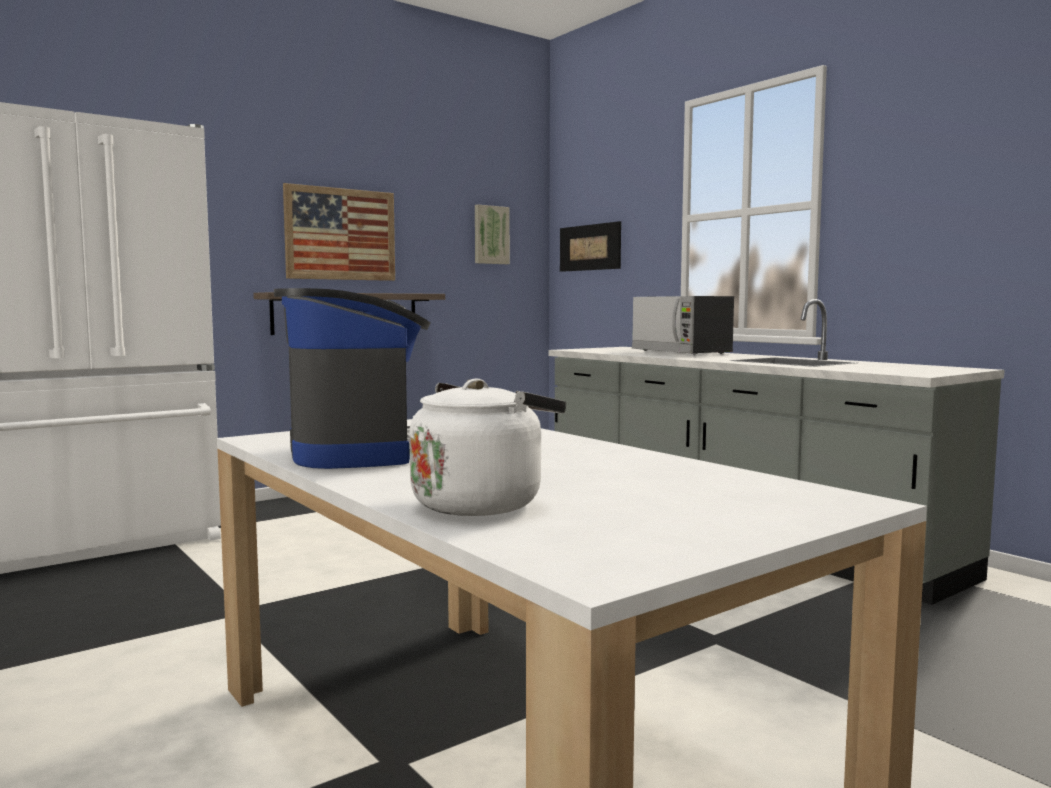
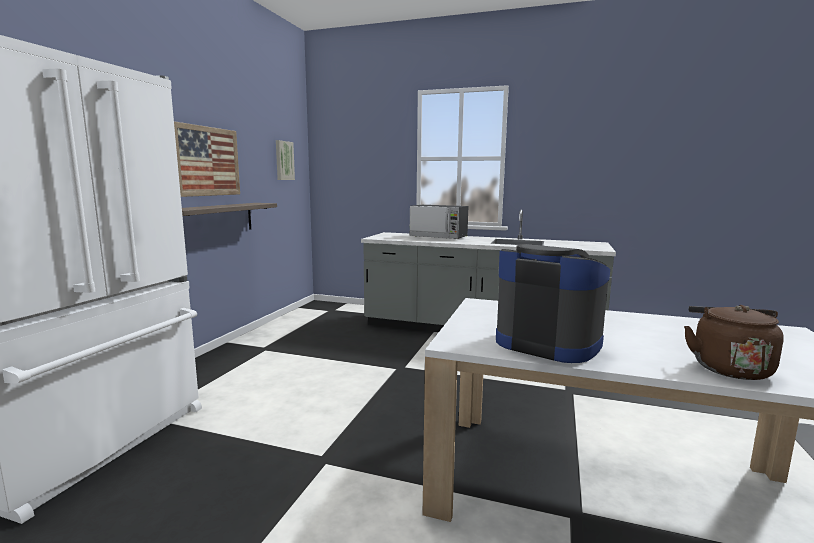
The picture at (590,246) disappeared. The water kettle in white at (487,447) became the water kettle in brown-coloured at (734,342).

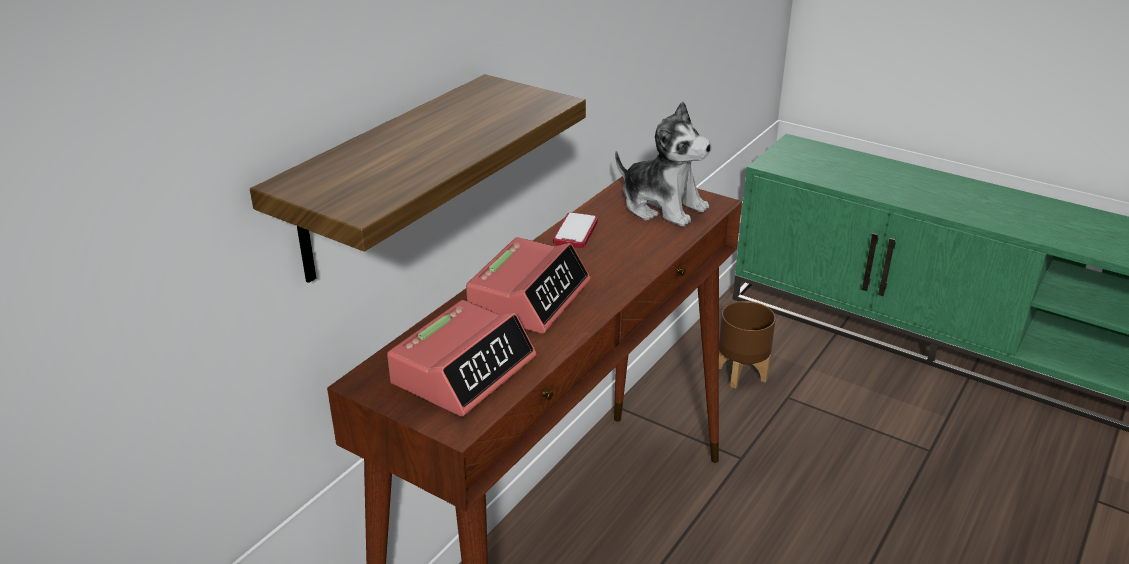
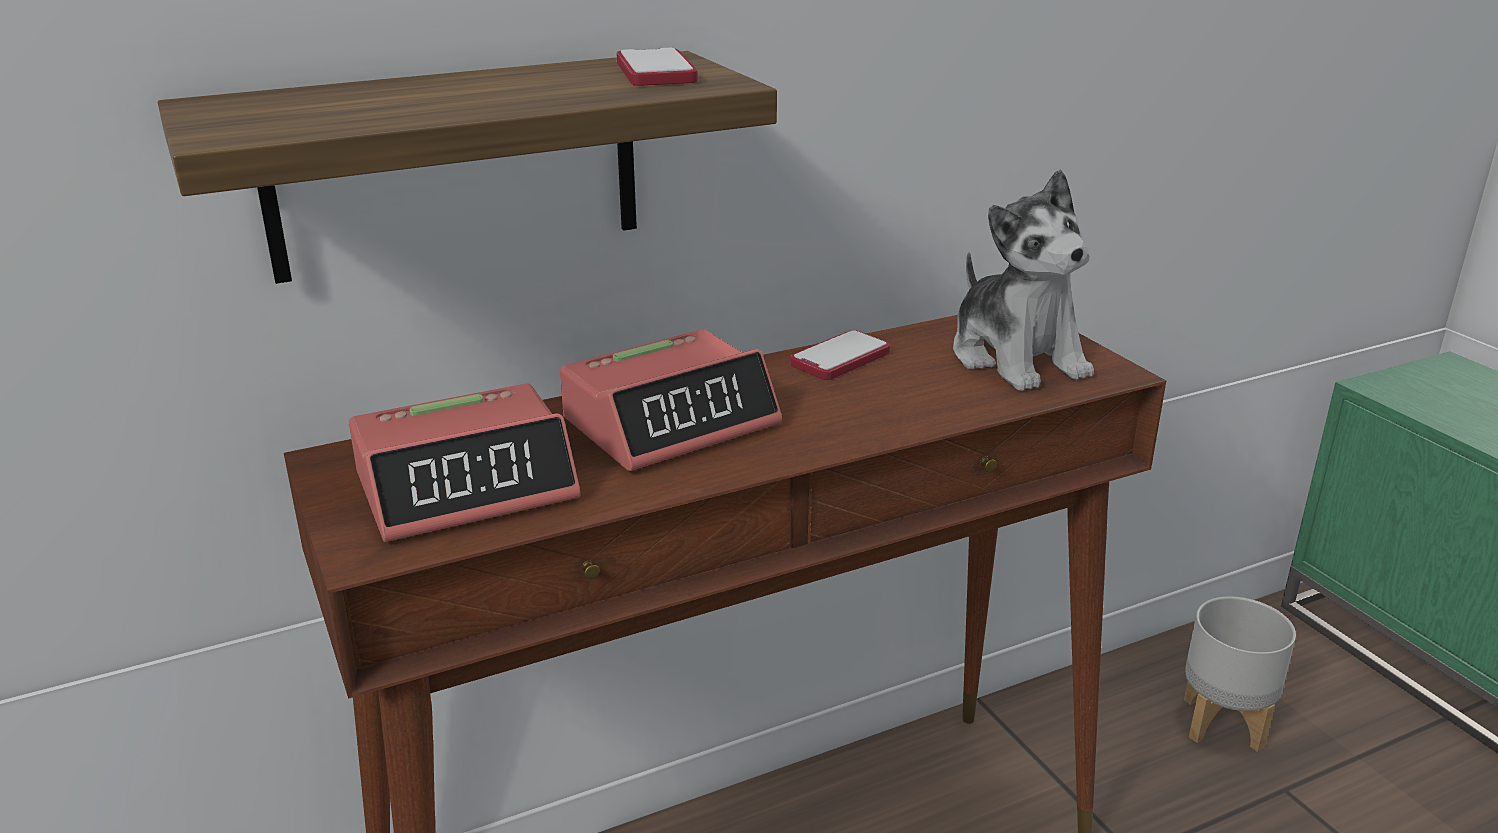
The phone at (657,67) appeared. The flower pot in brown-coloured at (747,345) became the flower pot in grey at (1240,674).

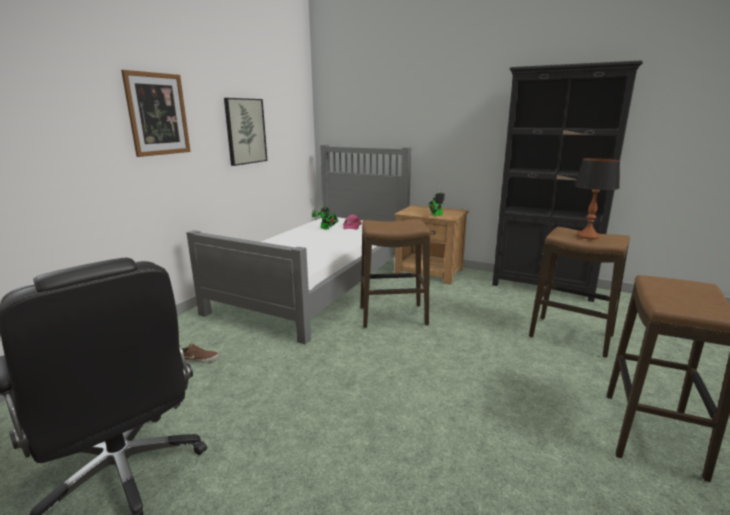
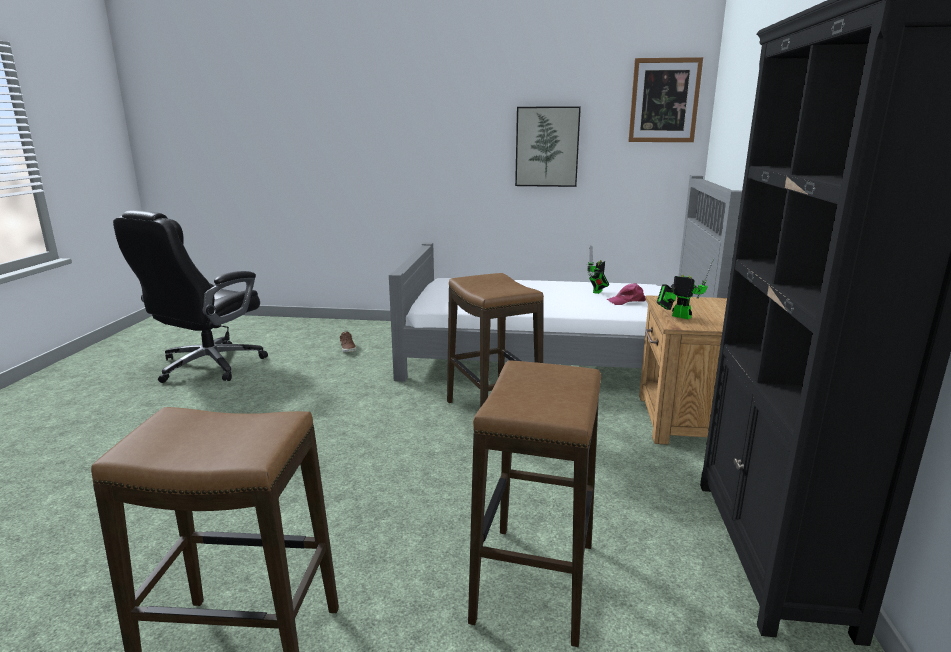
The tabletop lamp at (597,198) disappeared. The picture moved from (156,113) to (665,99).

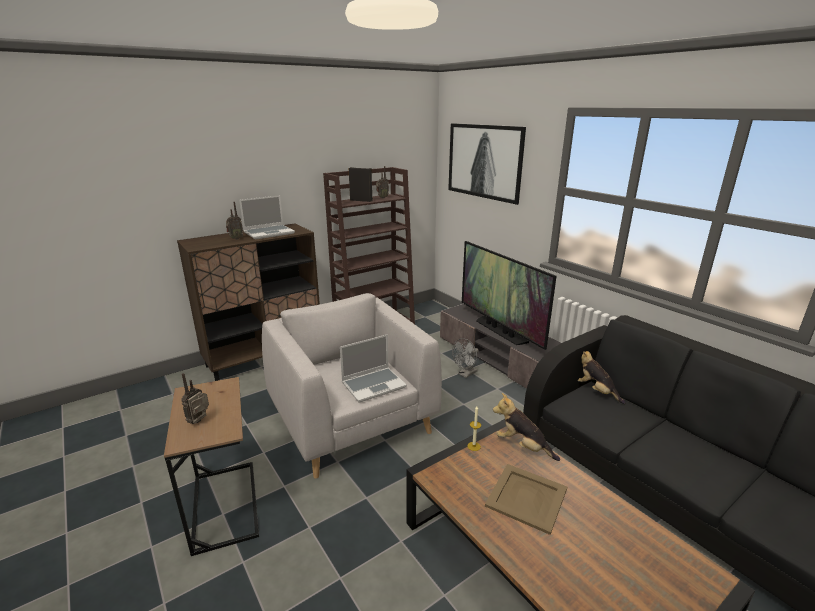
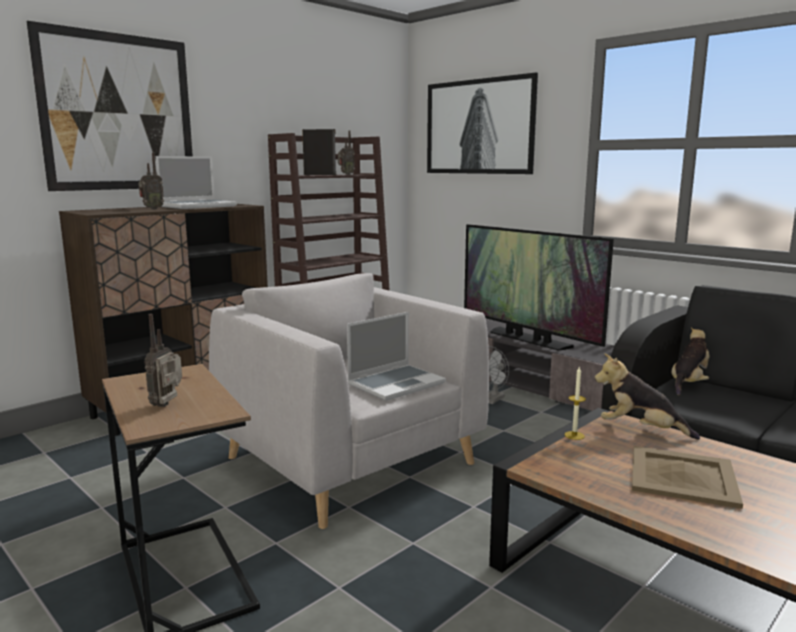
The picture at (110,106) appeared. The cuddly toy at (601,377) turned 90 degrees clockwise.

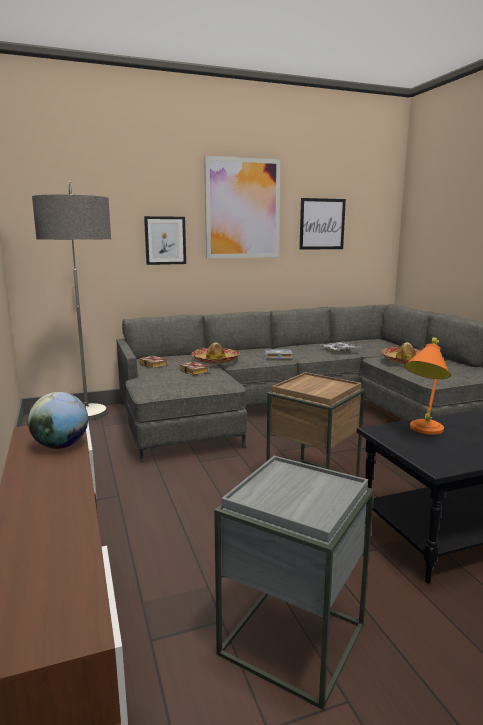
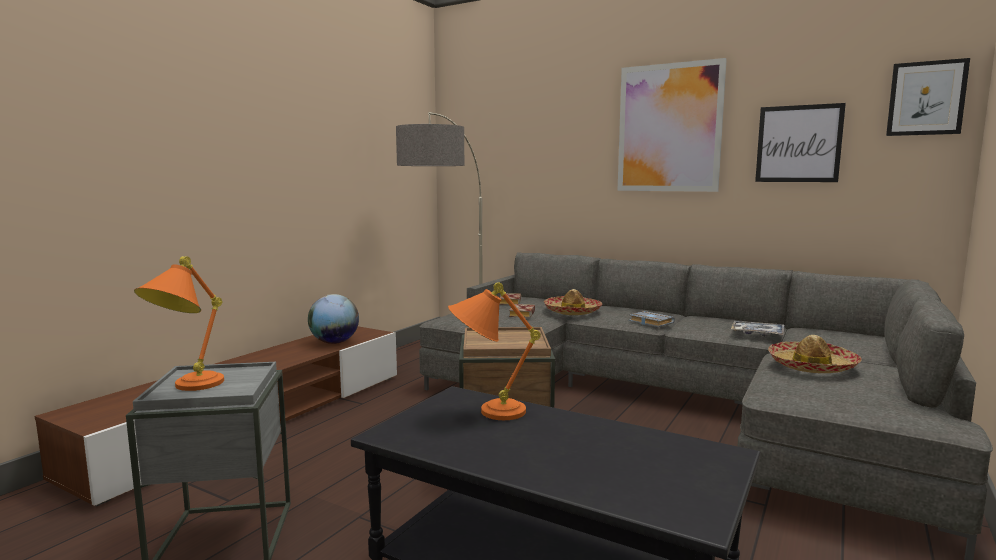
The tabletop lamp in orangey at (179,323) appeared. The picture moved from (165,240) to (928,97).

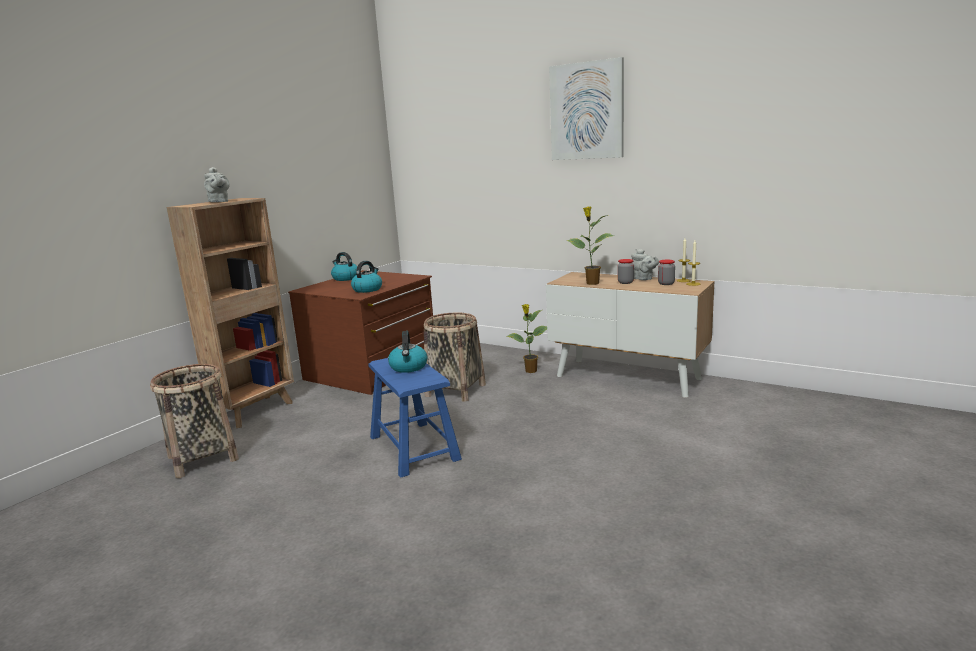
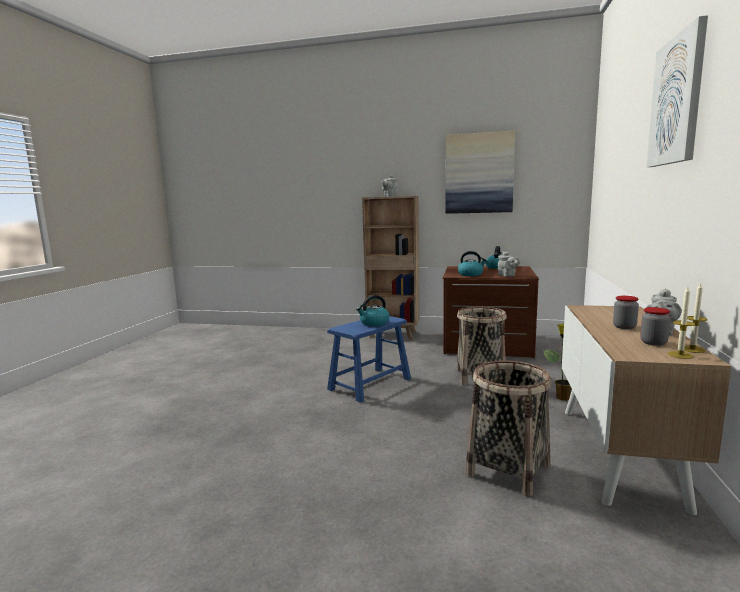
The houseplant at (590,245) disappeared. The picture at (480,172) appeared. The tea pot in grey at (509,264) appeared. The household basket moved from (194,421) to (509,428).

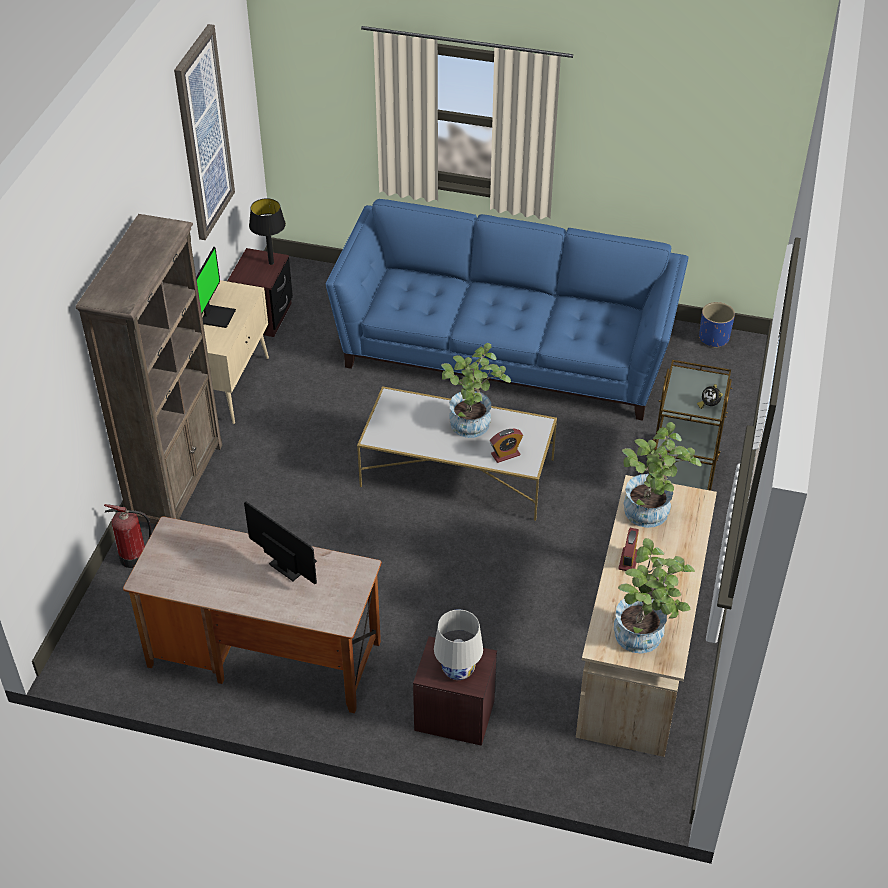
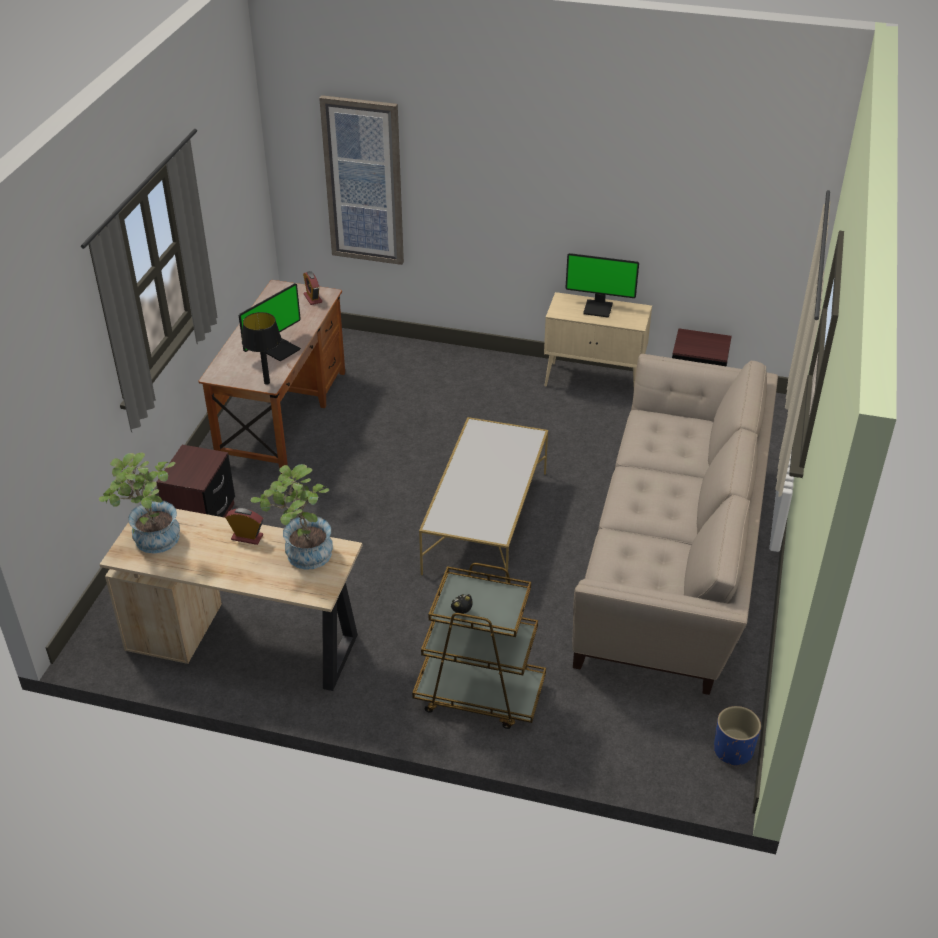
The bookcase in brown-coloured at (149,369) disappeared. The extinguisher at (128,536) disappeared. The tabletop lamp in white at (458,645) disappeared. The houseplant at (476,390) disappeared. The picture moved from (204,132) to (361,180). The tabletop lamp in black moved from (267,231) to (262,348). The alarm clock moved from (506,446) to (312,288). The couch in blue-coloured at (507,310) became the couch in beige-coloured at (675,524).

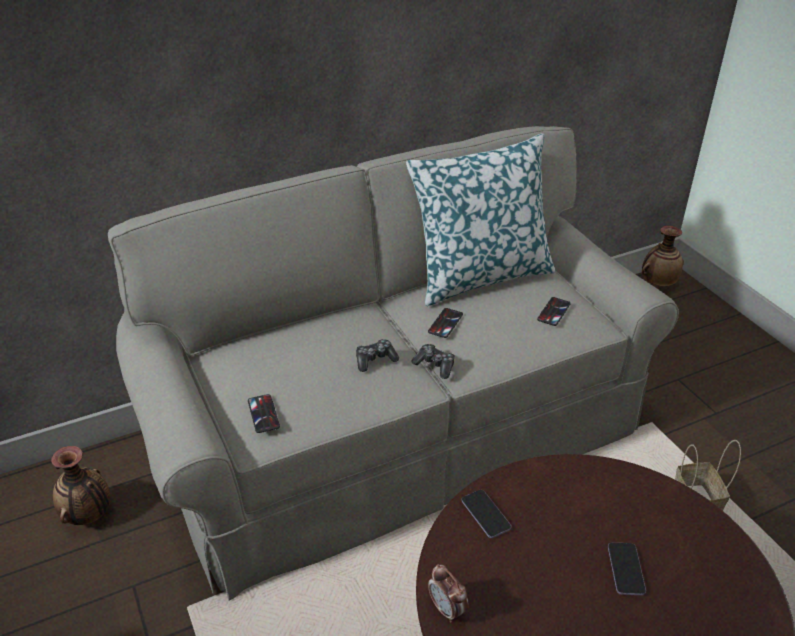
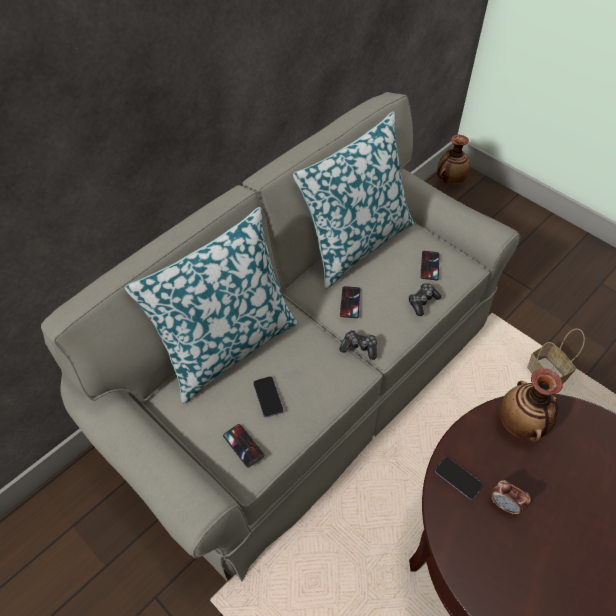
The pillow at (211,305) appeared. The decorative vase moved from (80,485) to (531,405). The joypad moved from (377,355) to (424,299). The alarm clock moved from (448,593) to (511,497). The phone moved from (627,569) to (268,397).

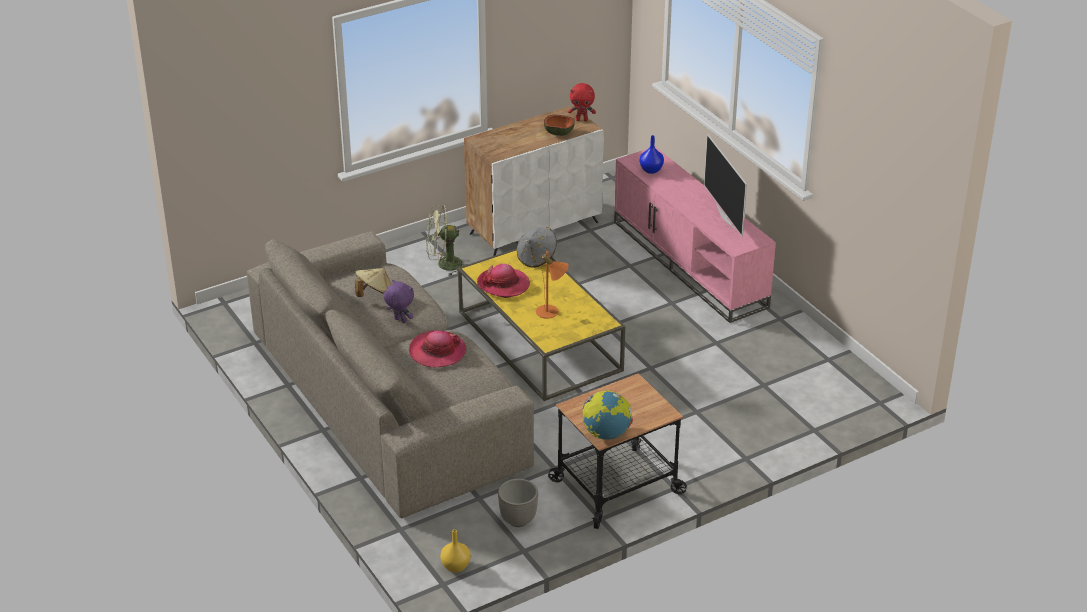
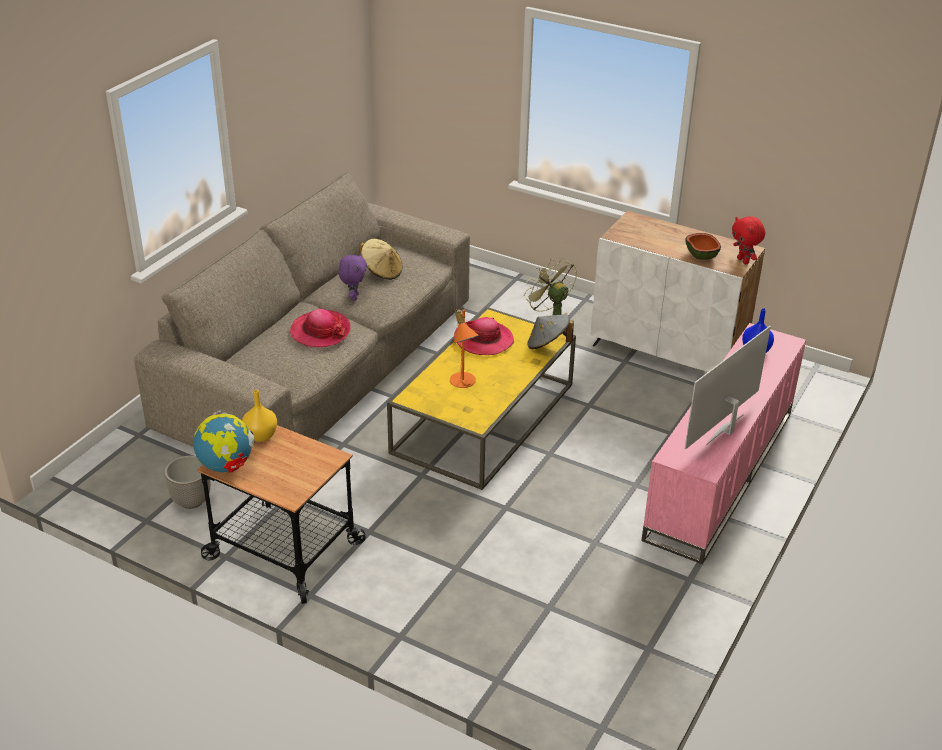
The decorative vase in yellowish moved from (455,550) to (259,416).

